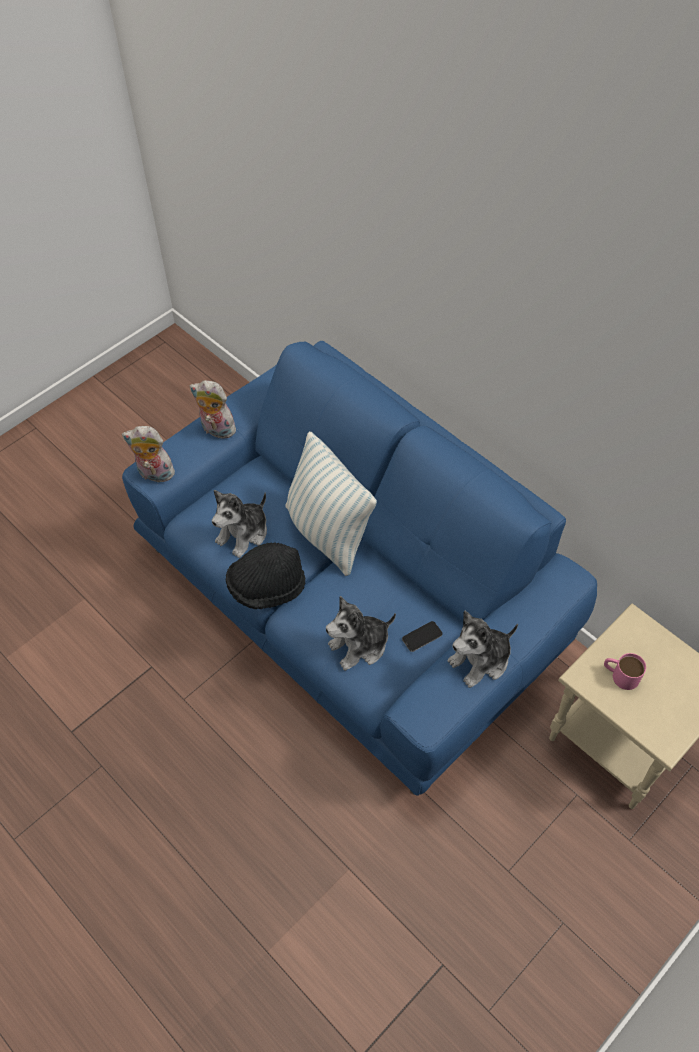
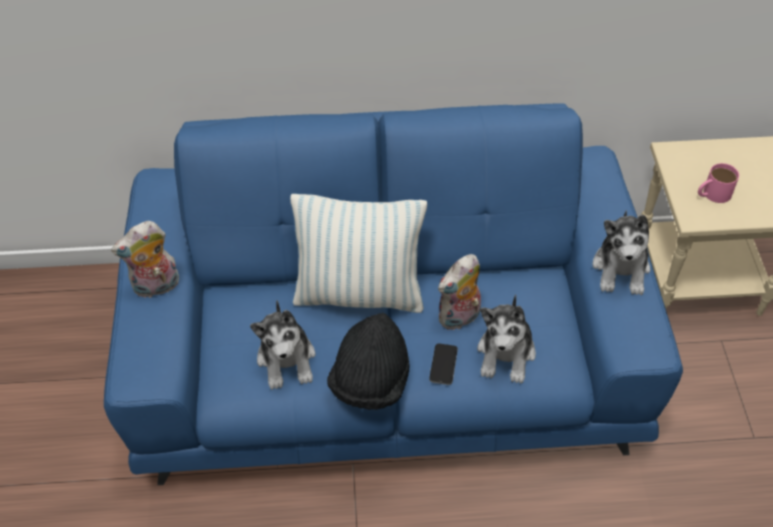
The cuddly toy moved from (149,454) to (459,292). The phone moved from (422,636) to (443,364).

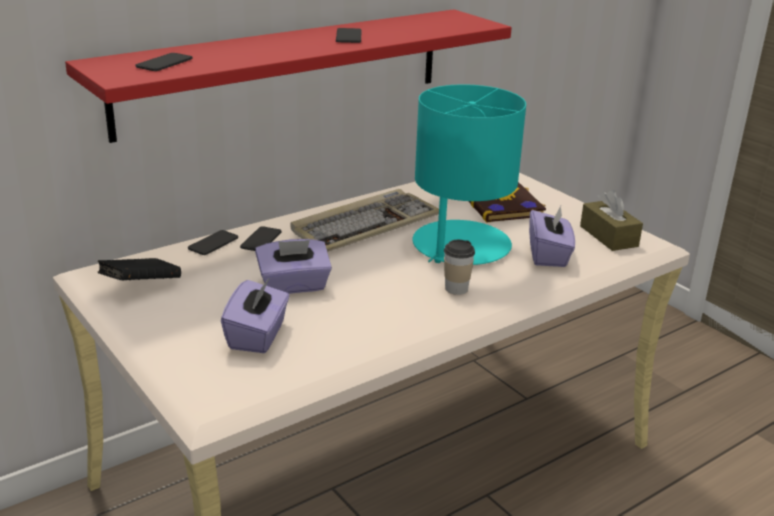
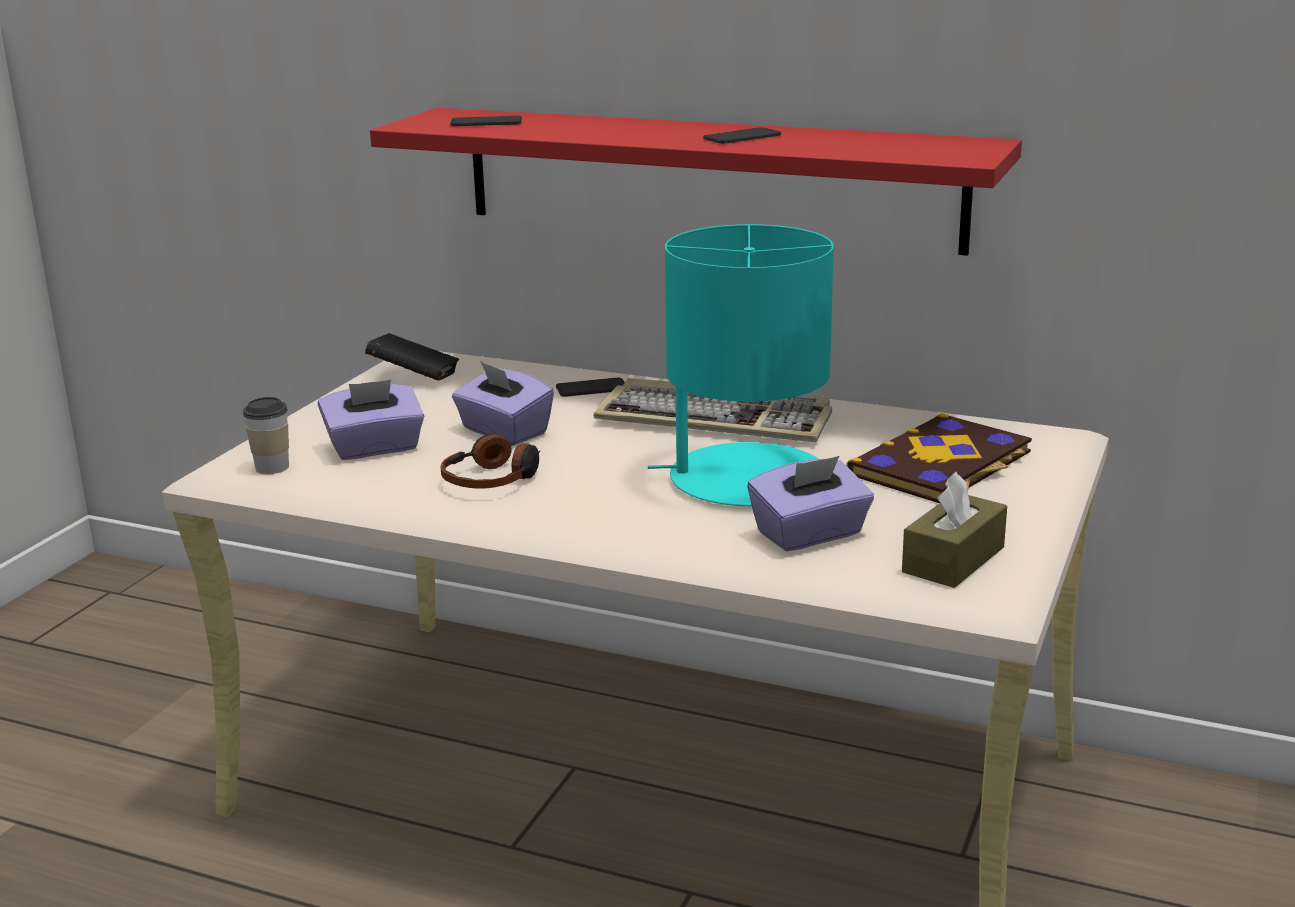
The phone at (213,242) disappeared. The headset at (490,461) appeared. The small cup moved from (459,267) to (266,435).

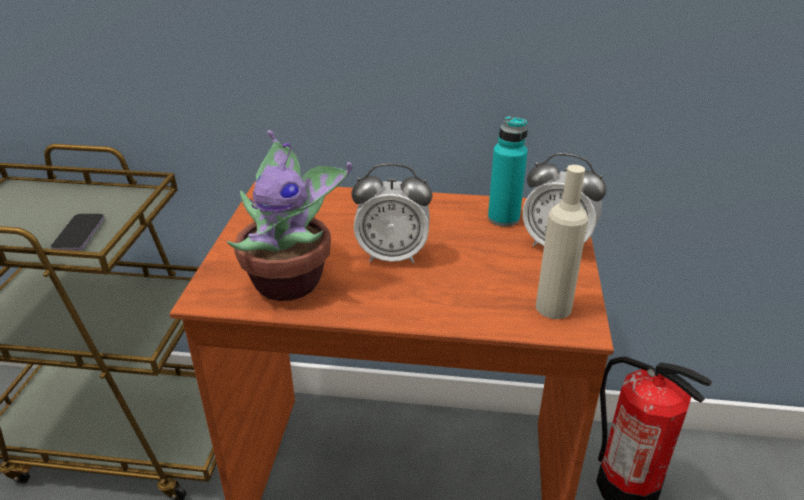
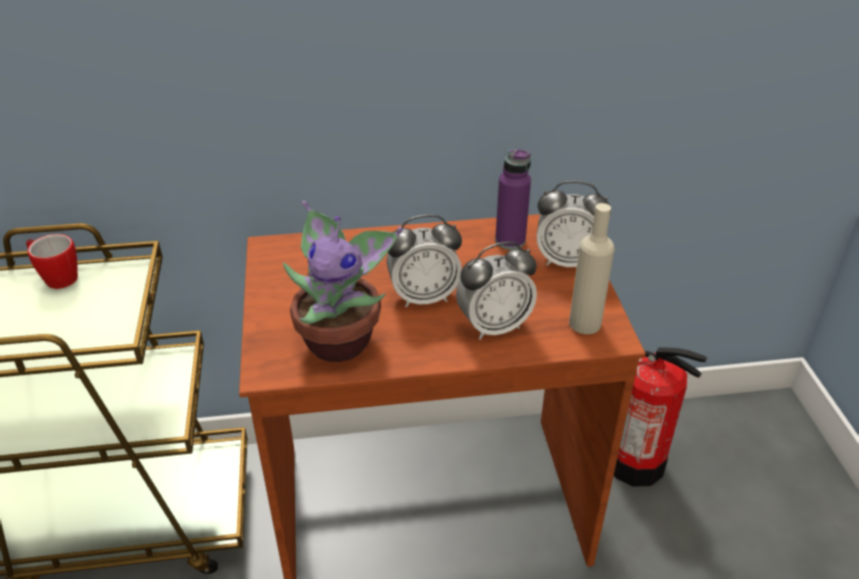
The phone at (78,232) disappeared. The mug at (52,261) appeared. The alarm clock at (496,291) appeared. The drink bottle in turquoise at (508,171) became the drink bottle in purple at (513,199).

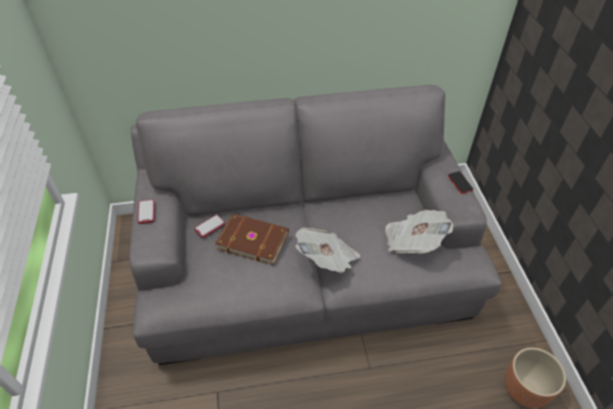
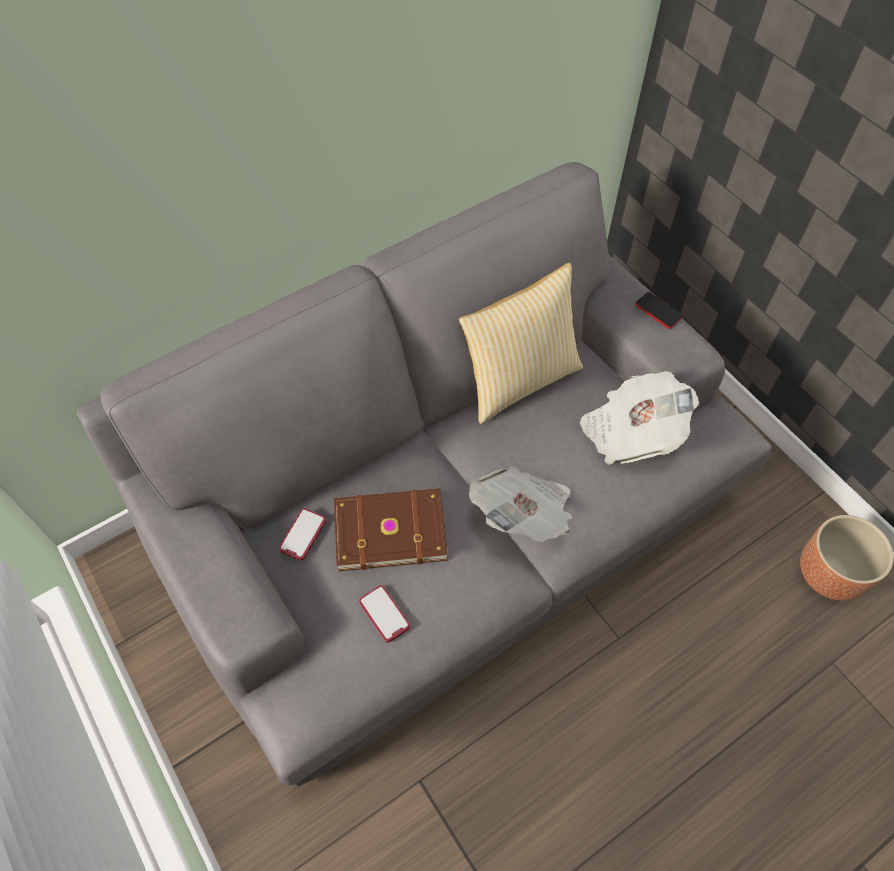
The pillow at (521,343) appeared. The phone moved from (146,211) to (384,614).

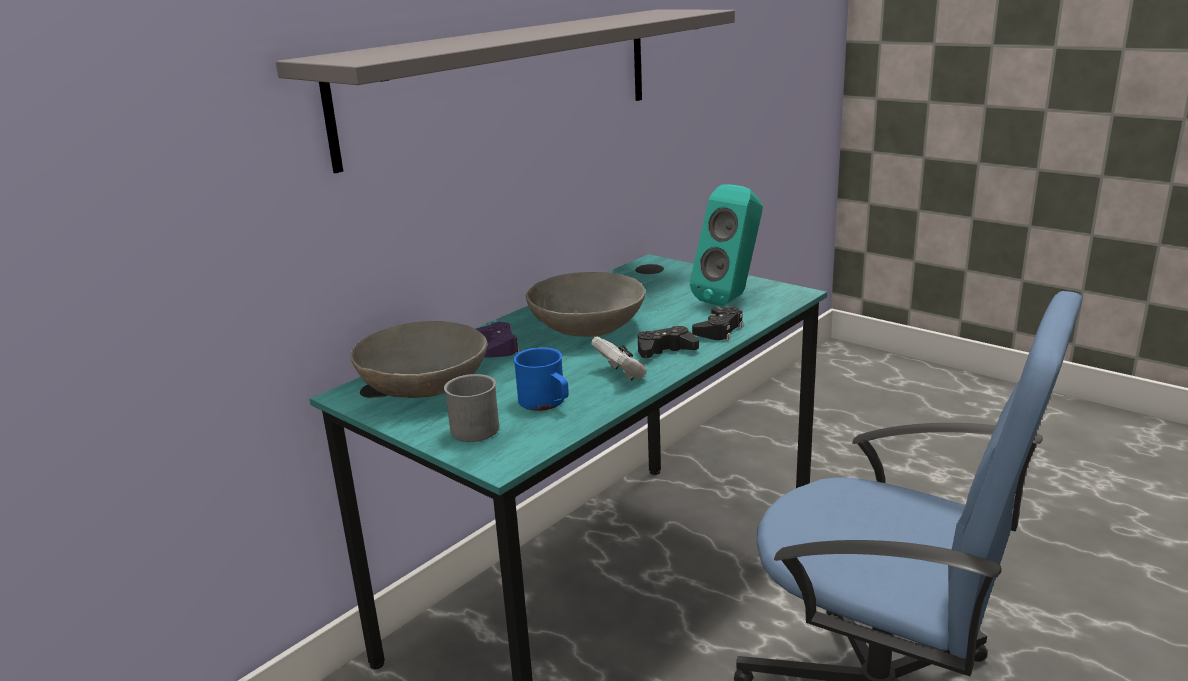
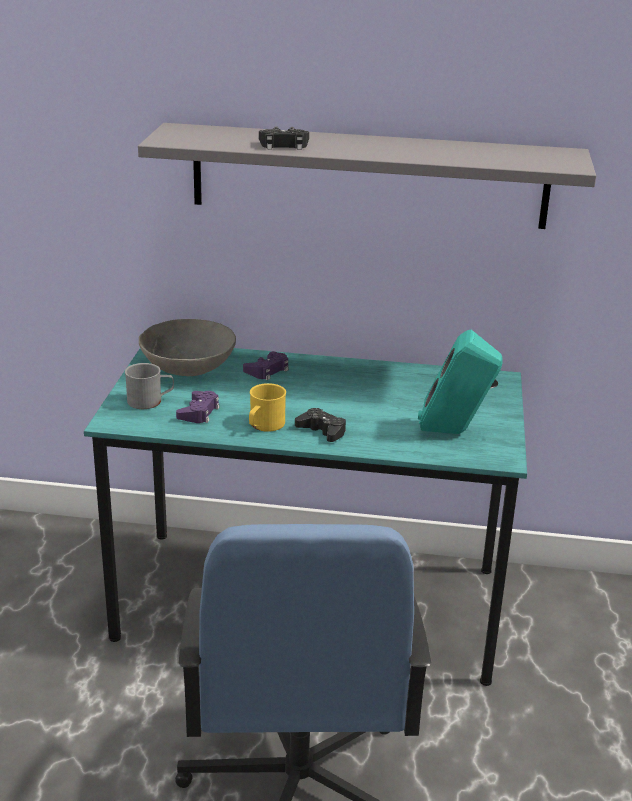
The deep dish in grey at (585,304) disappeared. The joypad in black moved from (717,323) to (284,138). The mug in blue-coloured at (541,379) was replaced by the joypad in purple at (198,407). The joypad in white at (619,358) was replaced by the mug in yellowish at (267,407).

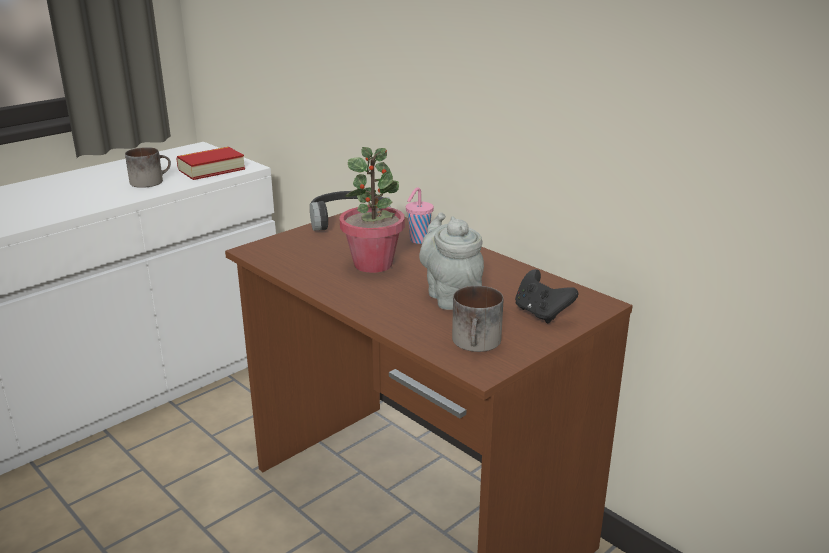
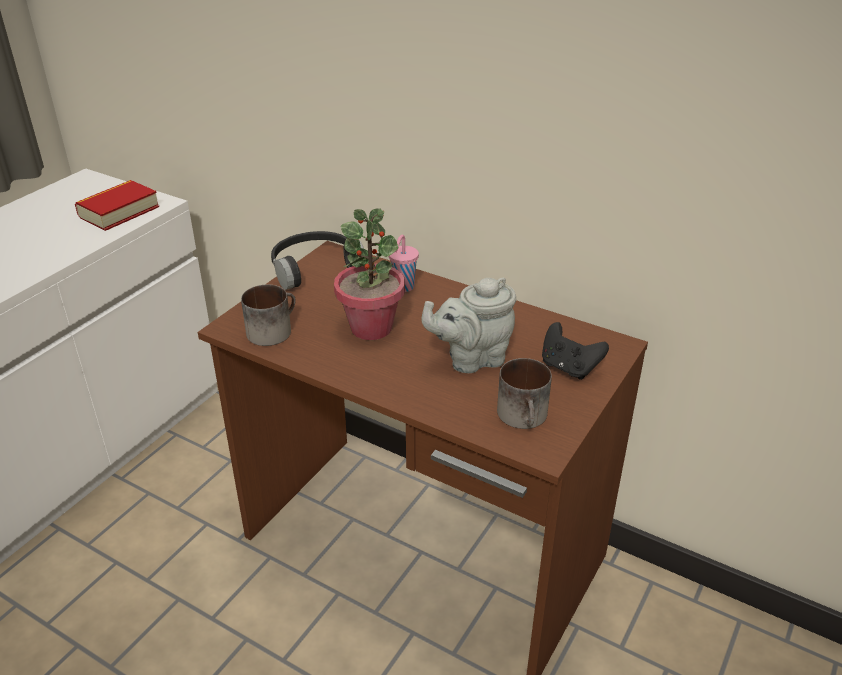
The mug moved from (148,167) to (268,315). The tea pot in grey at (451,261) turned 75 degrees counterclockwise.

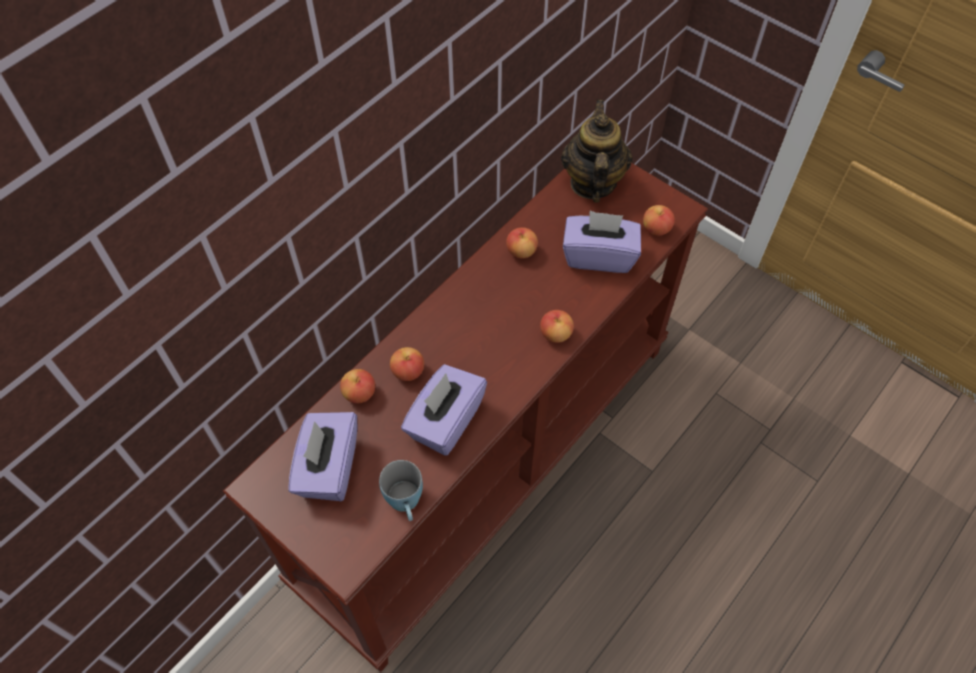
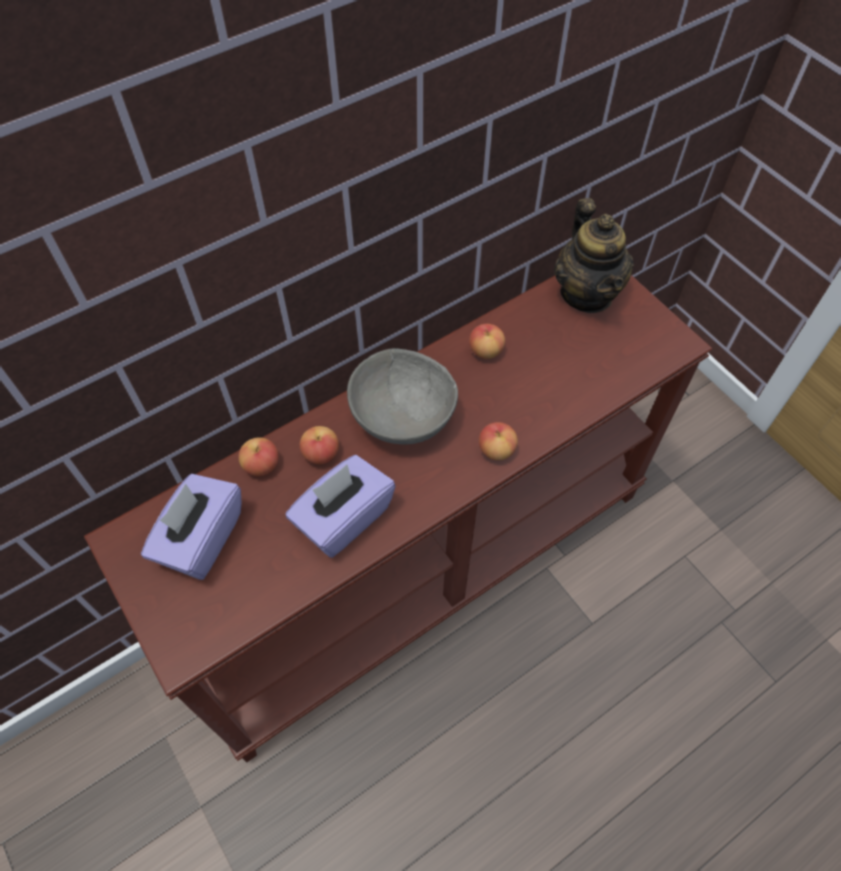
The mug in blue-coloured at (401,490) disappeared. The tissue holder in purple at (602,242) disappeared. The apple at (659,220) disappeared. The deep dish in grey at (402,396) appeared. The tea pot at (597,151) turned 150 degrees clockwise.

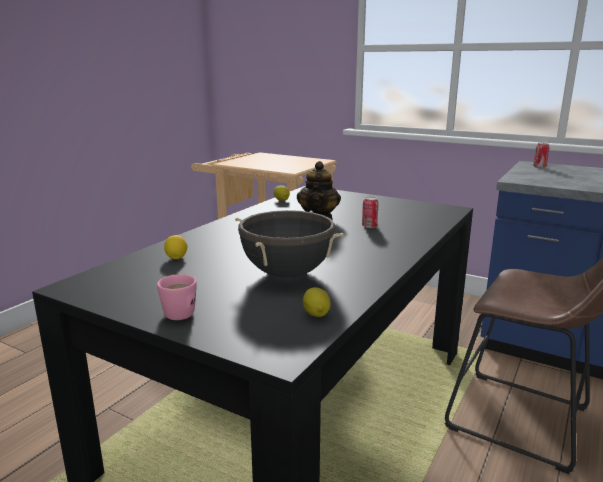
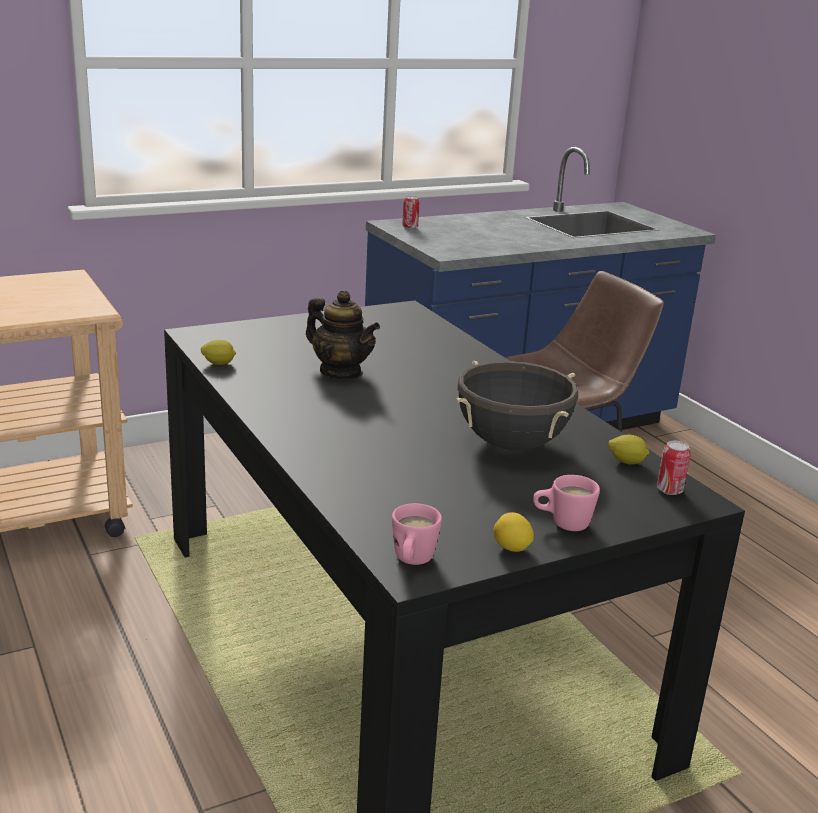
The mug in pink at (417,534) appeared. The lemon moved from (175,247) to (513,532). The sealed can moved from (370,212) to (674,468).

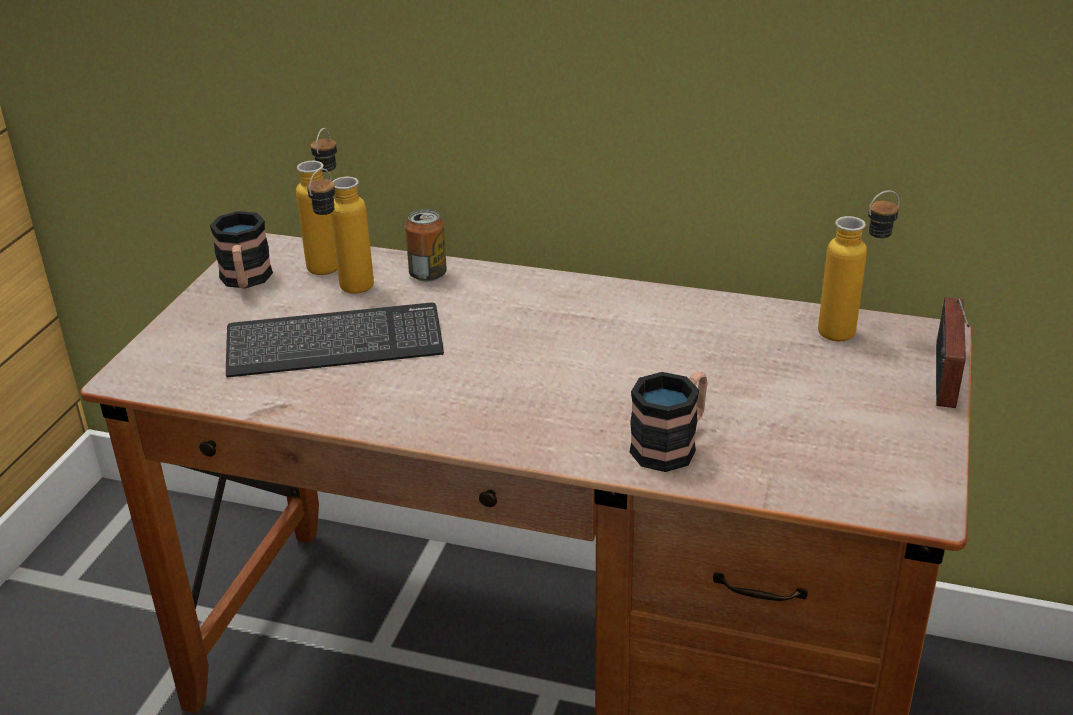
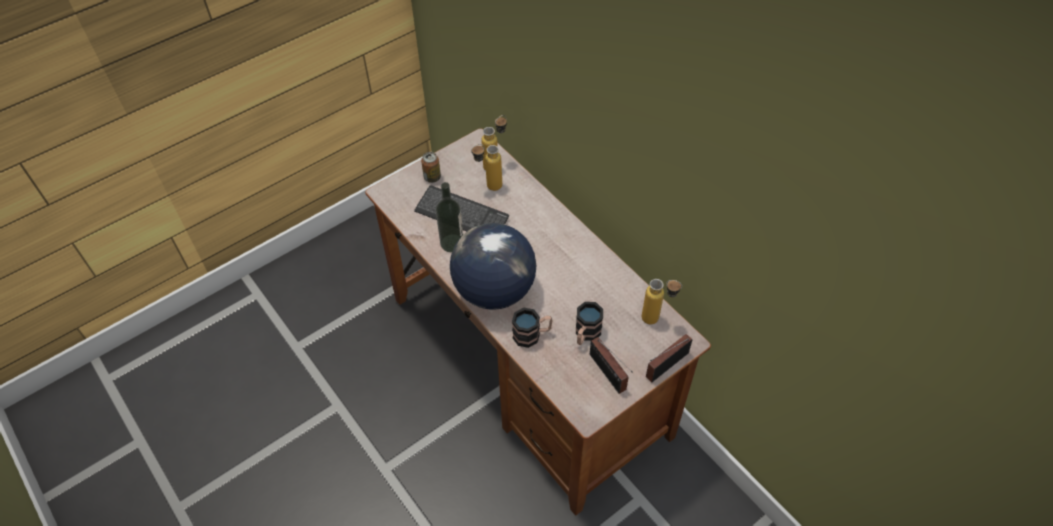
The drink bottle at (449,217) appeared. The globe at (493,266) appeared. The radio receiver at (611,365) appeared. The mug moved from (241,249) to (589,323). The sealed can moved from (426,245) to (431,167).

